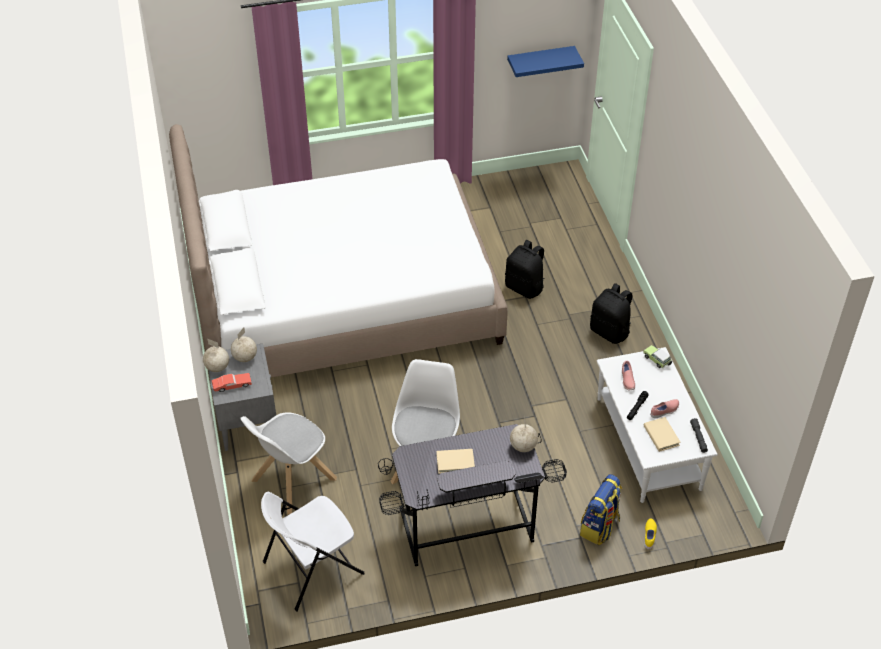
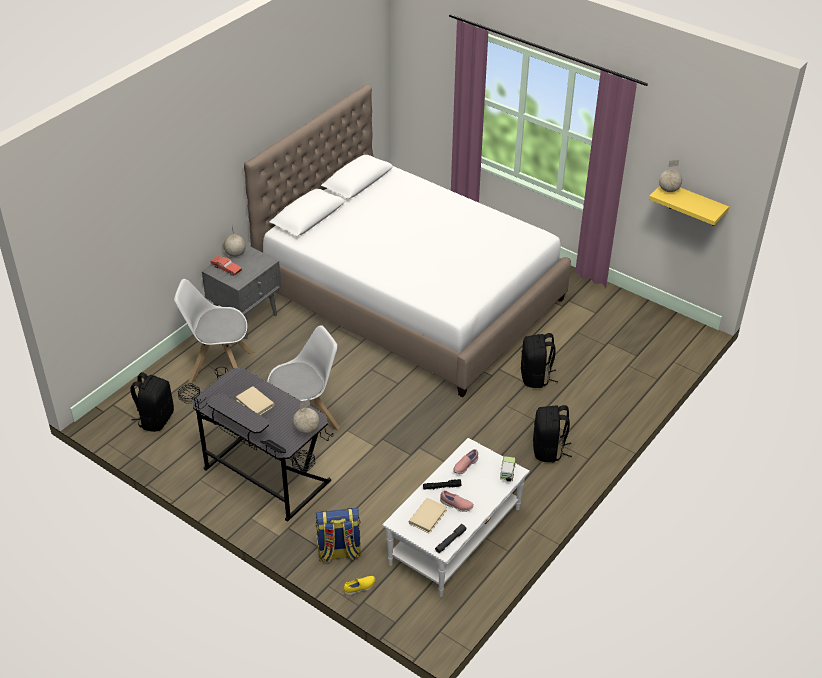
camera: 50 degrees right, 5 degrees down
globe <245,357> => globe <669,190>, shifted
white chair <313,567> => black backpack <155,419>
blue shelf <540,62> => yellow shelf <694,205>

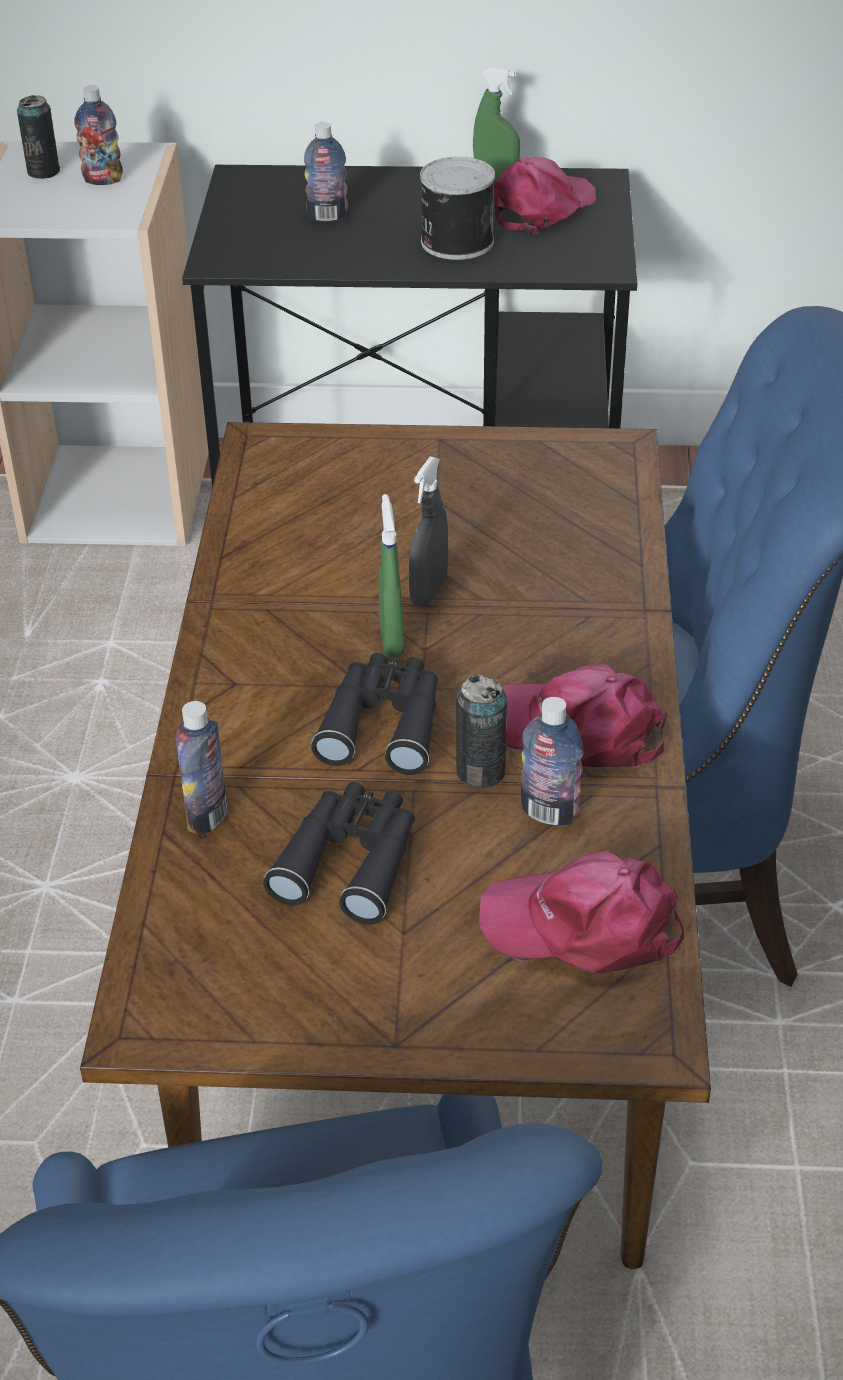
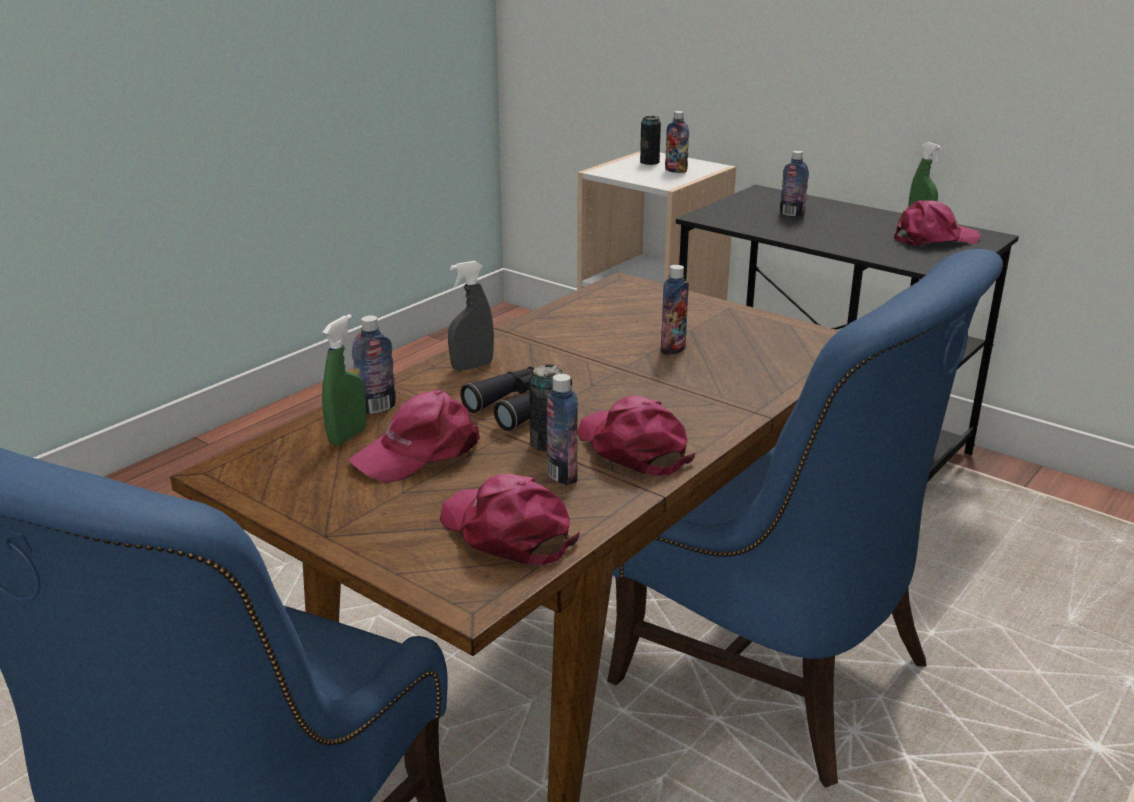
camera: 35 degrees right, 15 degrees down
black binoculars <350,861> => pink cap <420,452>
green spray bottle <391,640> => green spray bottle <347,436>, shifted
grey spray bottle <429,592> => grey spray bottle <472,366>, shifted
can <455,241> => nothing
nothing => bottle <673,349>

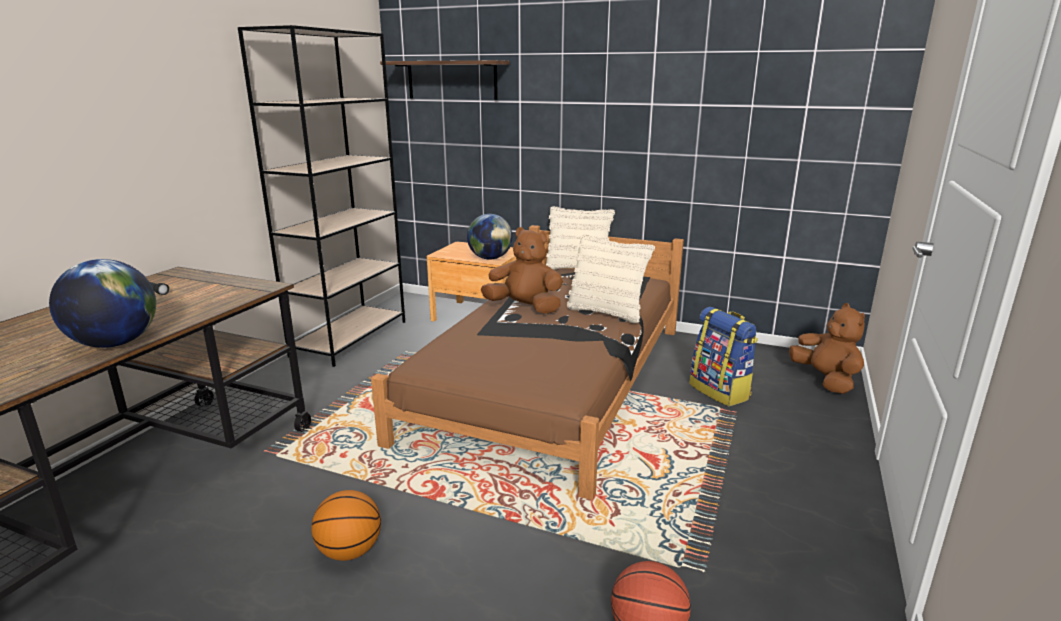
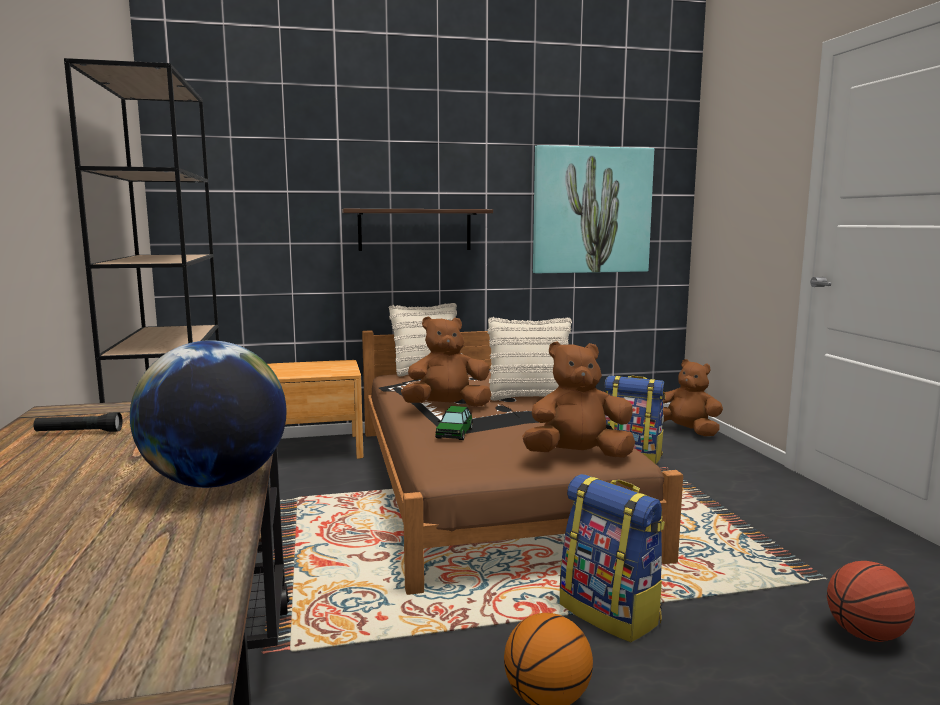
camera: 35 degrees left, 10 degrees down
shelf <452,80> => shelf <415,230>, shifted
globe <490,258> => nothing
nothing => toy car <454,433>
nothing => brown plush toy <577,456>
nothing => picture <591,210>
nothing => backpack <611,613>

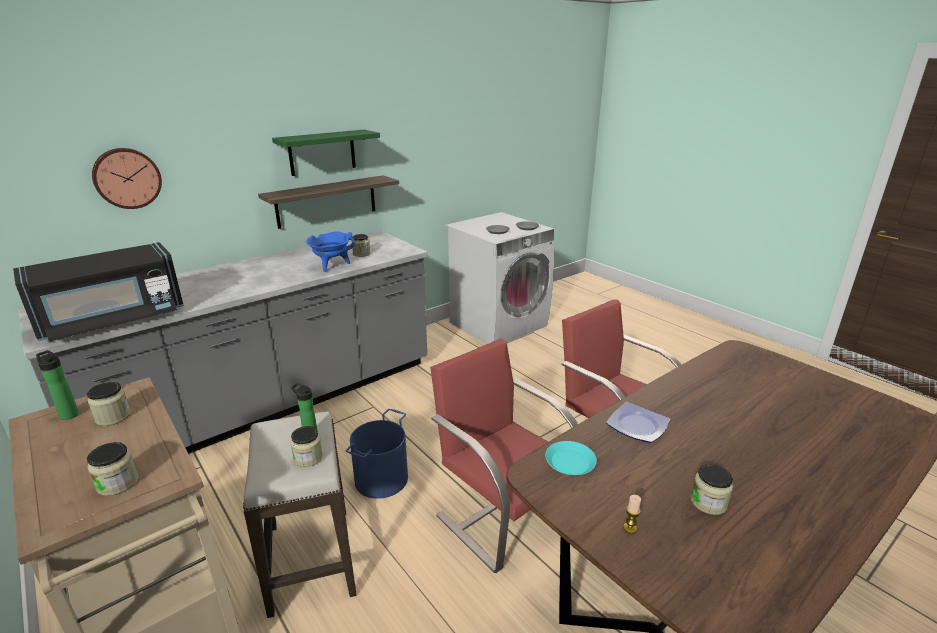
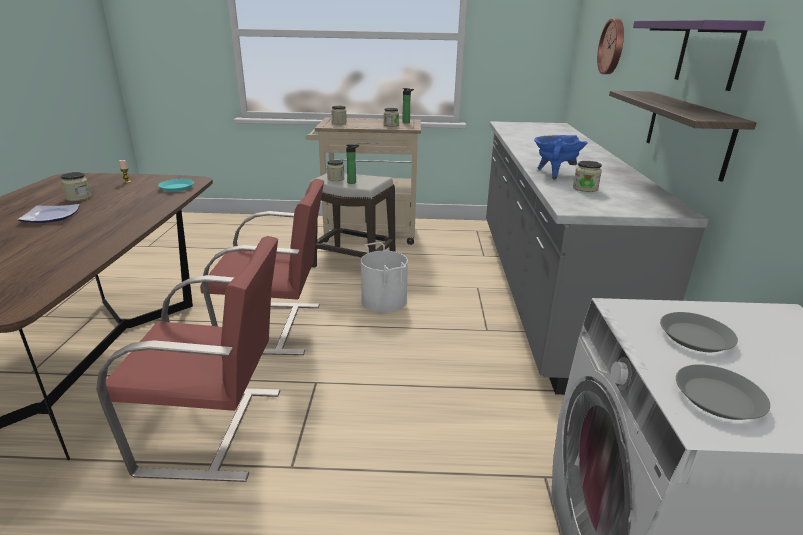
camera: 130 degrees right, 0 degrees up
black microwave <113,320> => nothing
green shelf <322,152> => purple shelf <708,53>
blue bucket <382,479> => white bucket <383,301>
plate <638,426> => plate <51,216>, shifted

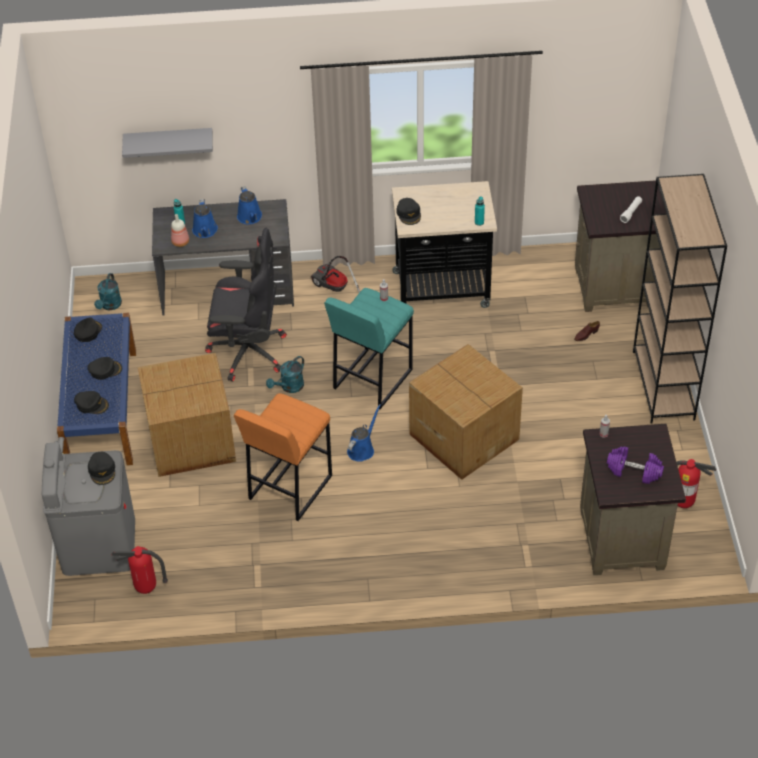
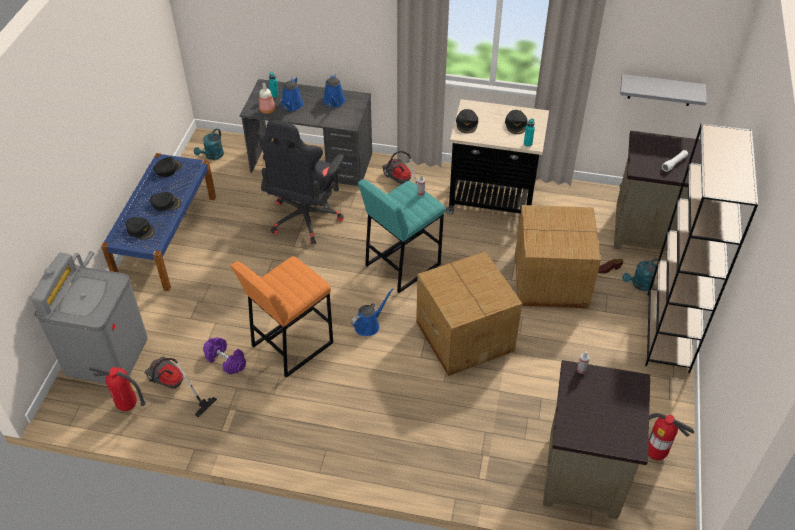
camera: 15 degrees right, 0 degrees up
black cap <102,470> => black cap <516,124>, shifted
grey shelf <169,142> => grey shelf <660,90>, shifted
cardboard box <192,440> => cardboard box <552,281>, shifted
black office chair <247,352> => black office chair <305,218>, 90 degrees clockwise
turquoise watering can <289,387> => turquoise watering can <639,285>, shifted
purple dumbbell <634,471> => purple dumbbell <226,361>, shifted
nothing => vacuum cleaner <173,387>

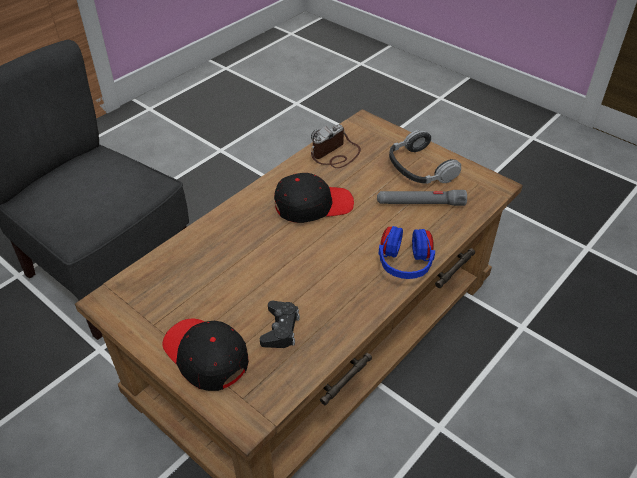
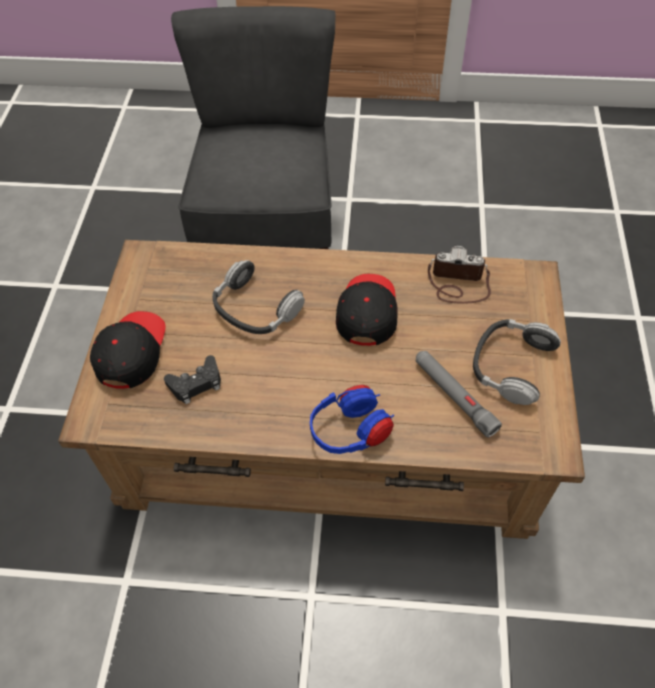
camera: 55 degrees right, 10 degrees up
black cap <313,205> => black cap <367,312>, 120 degrees counterclockwise
nothing => headphones <255,308>

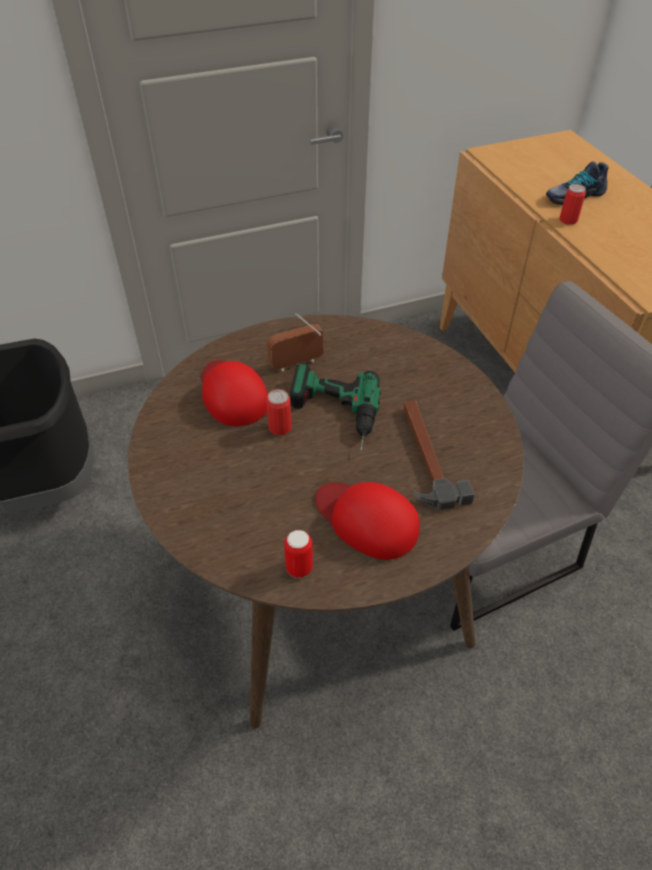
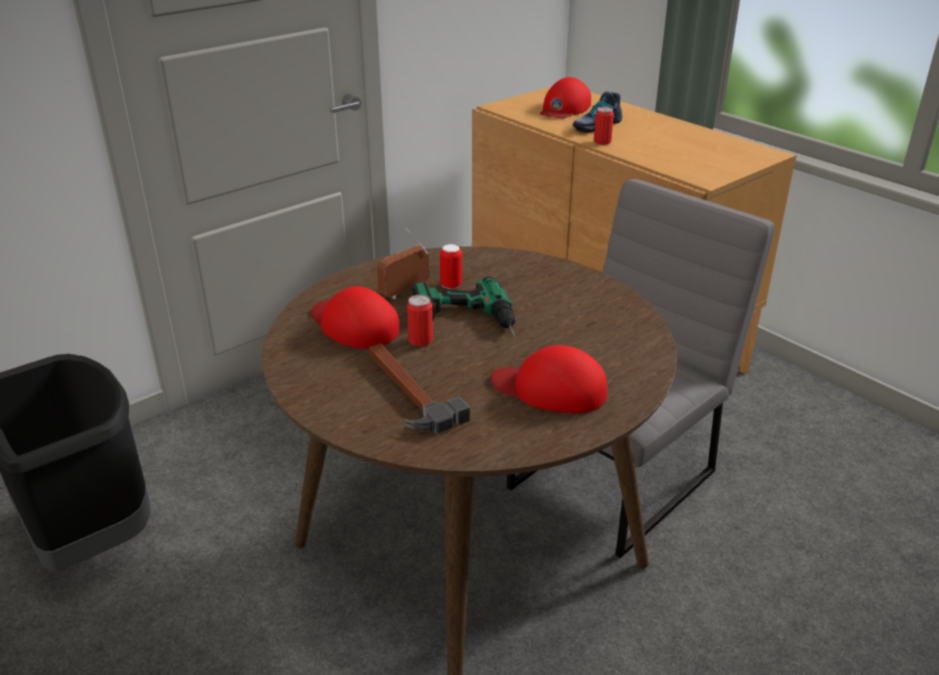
camera: 20 degrees left, 15 degrees down
can <299,568> => can <451,285>, shifted
hammer <426,456> => hammer <407,391>, shifted
nothing => red cap <564,108>

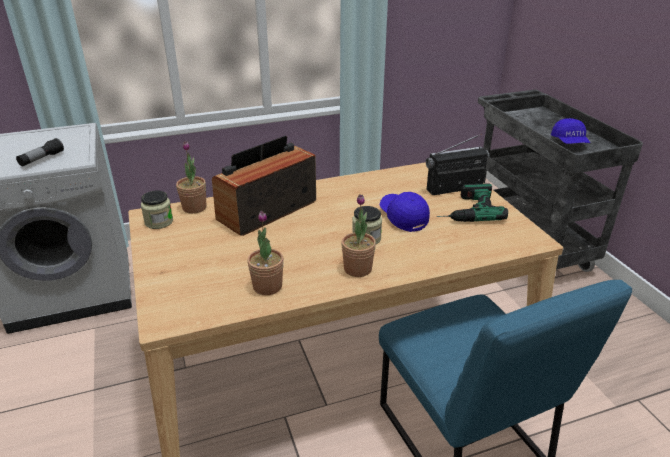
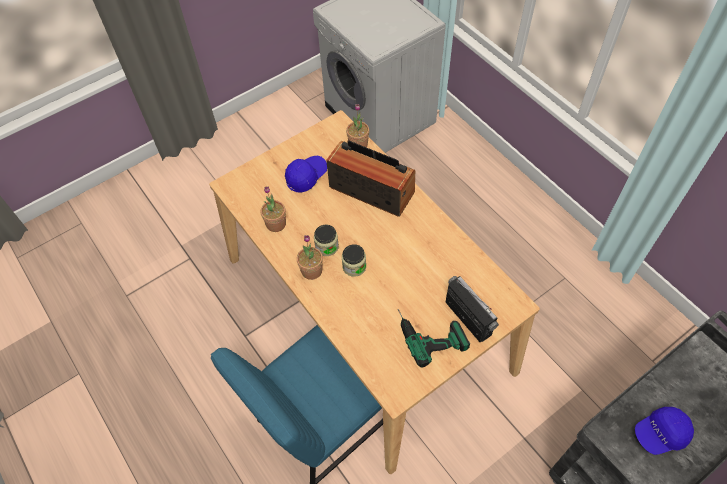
camera: 75 degrees right, 25 degrees up
flashlight <42,159> => nothing
jar <159,222> => jar <327,246>, shifted
blue cap <403,217> => blue cap <306,177>, shifted

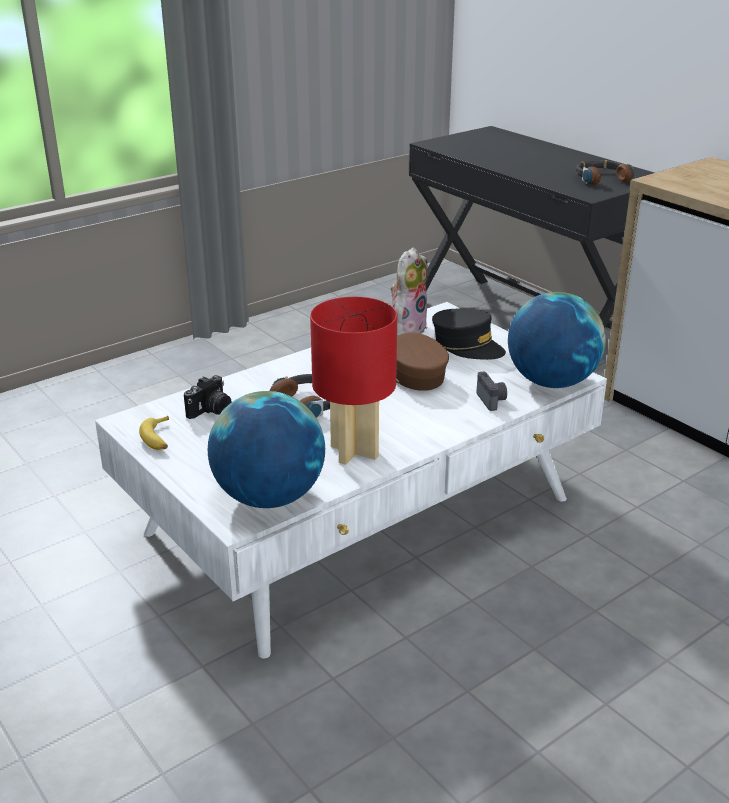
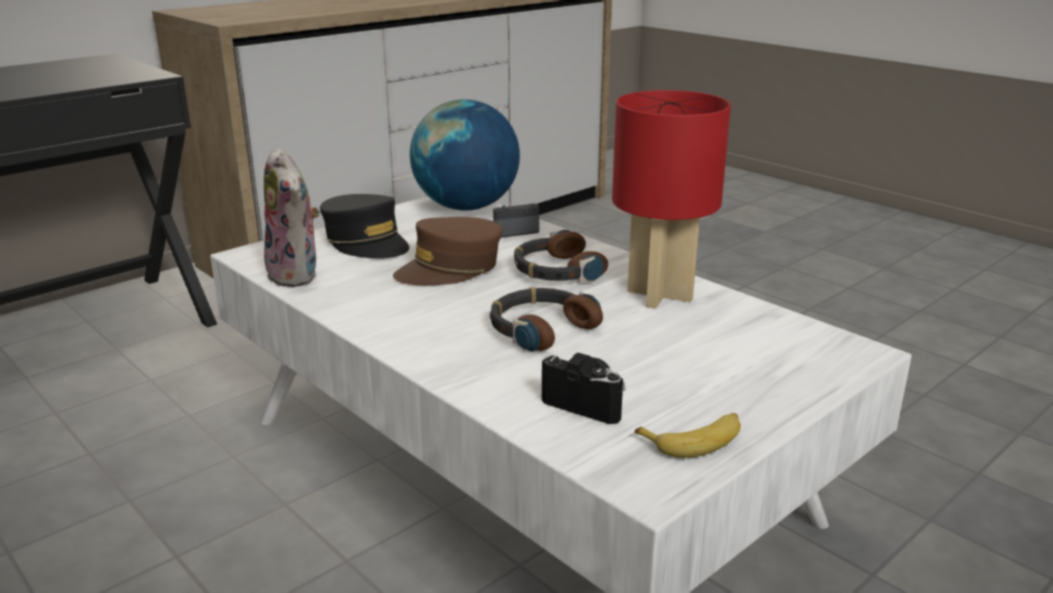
camera: 95 degrees left, 5 degrees down
globe <269,497> => nothing
plush toy <407,327> => plush toy <298,275>, 150 degrees counterclockwise
black cap <467,346> => black cap <366,242>, 105 degrees clockwise
headphones <601,178> => headphones <556,271>, shifted

